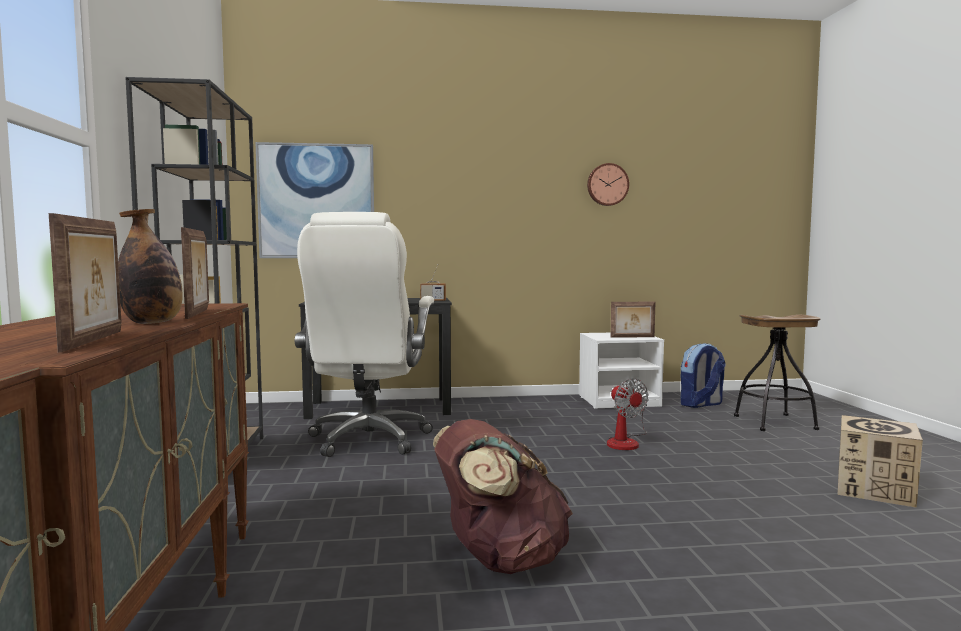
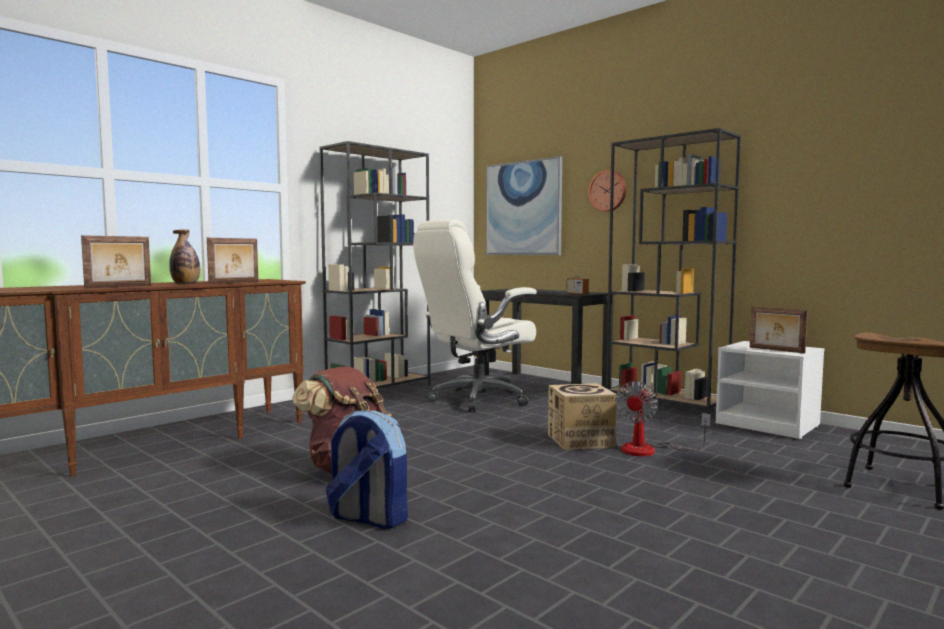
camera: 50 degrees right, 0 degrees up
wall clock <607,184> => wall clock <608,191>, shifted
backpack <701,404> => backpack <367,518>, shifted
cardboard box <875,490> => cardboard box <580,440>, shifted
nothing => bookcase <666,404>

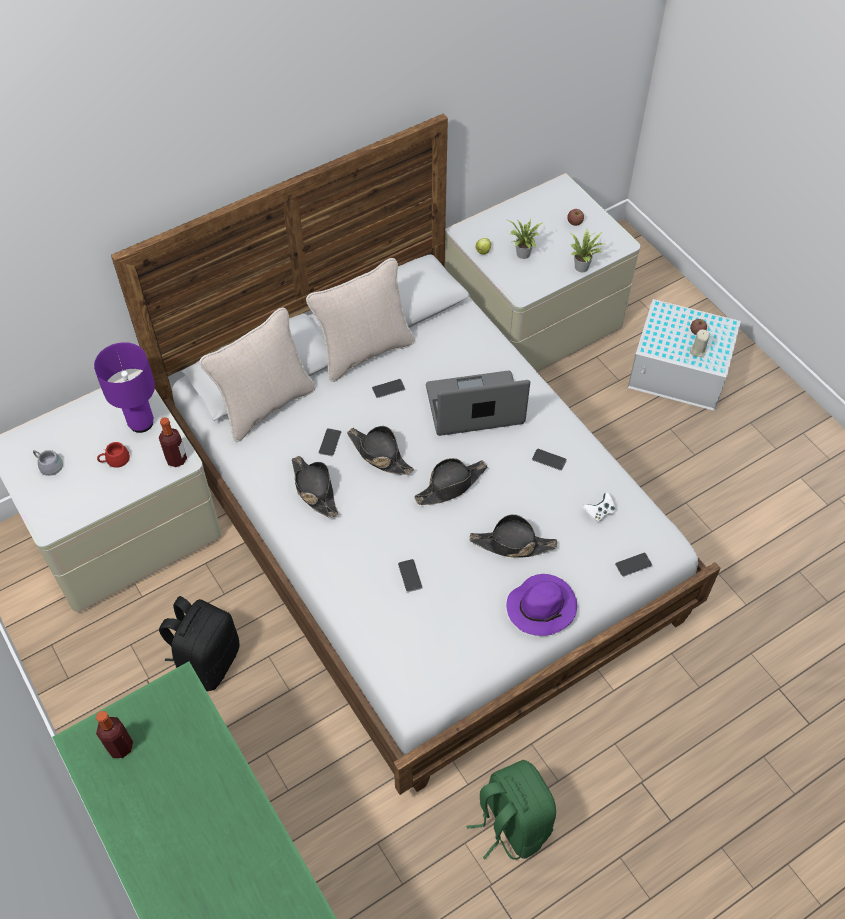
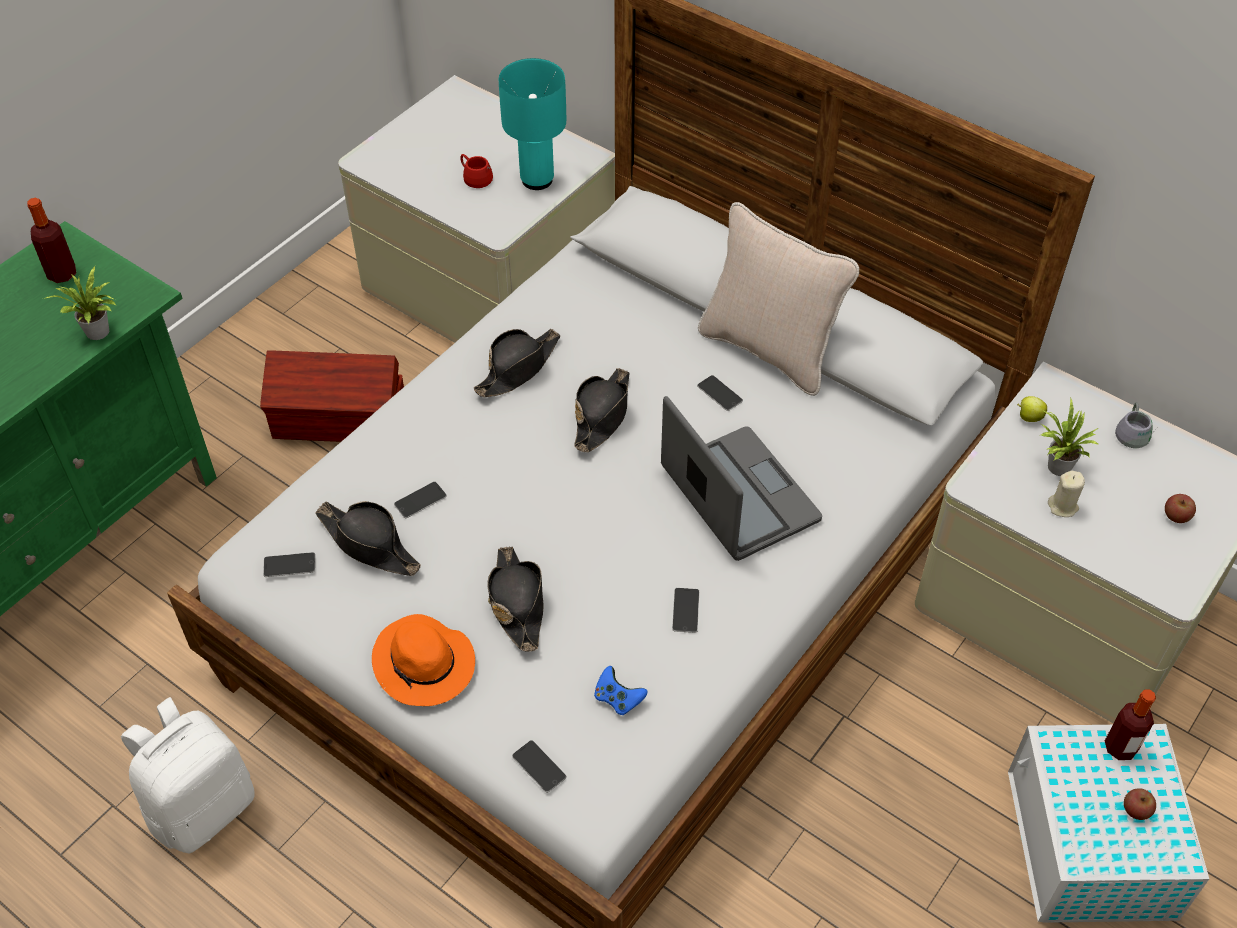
camera: 70 degrees right, 5 degrees down
grey mug <50,463> => grey mug <1135,433>, shifted
purple table lamp <142,422> => turquoise table lamp <538,180>
bottle <176,459> => bottle <1120,747>, shifted
black backpack <207,661> => brown storage box <340,421>
beige pillow <265,406> => nothing
phone <330,442> => phone <289,565>, shifted
black hat <451,485> => black hat <369,544>, shifted
green backpack <511,823> => white backpack <202,807>
purple hat <542,606> => orange hat <425,665>
potted plant <583,267> => potted plant <99,333>, shifted
white game controller <599,512> => blue game controller <618,698>
beige candle <697,350> => beige candle <1063,506>, shifted

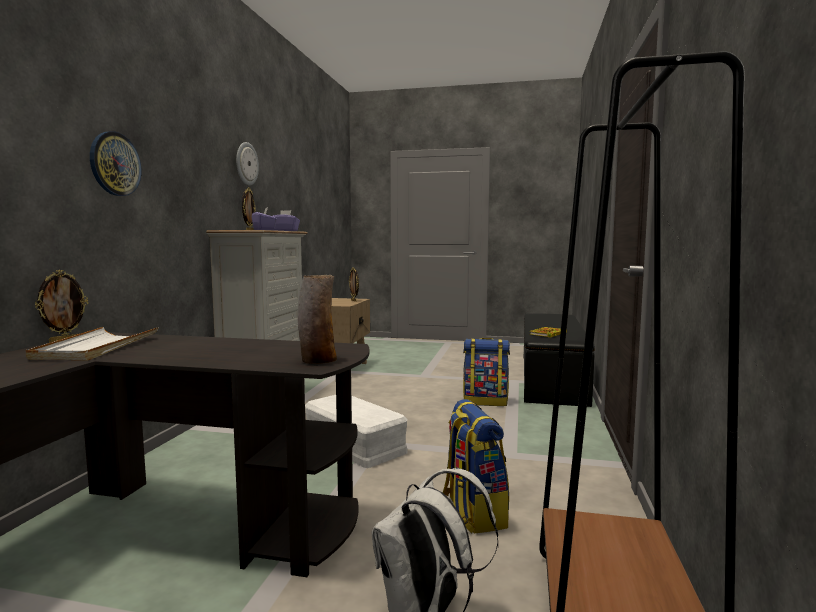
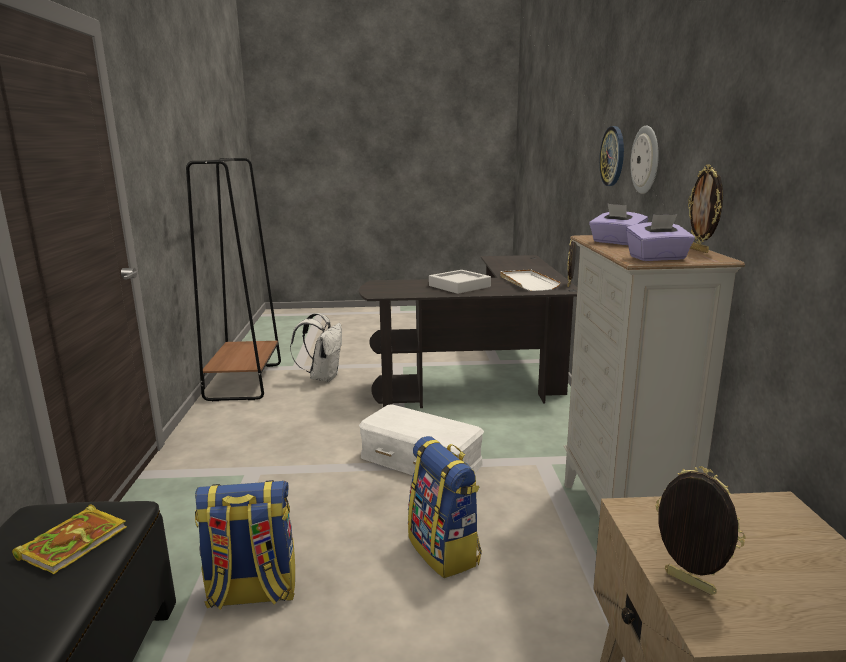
camera: 165 degrees right, 10 degrees up
wall clock <246,164> => wall clock <646,160>, shifted
vase <318,360> => nothing
backpack <473,512> => backpack <445,550>, shifted
nothing => grey tray <459,286>

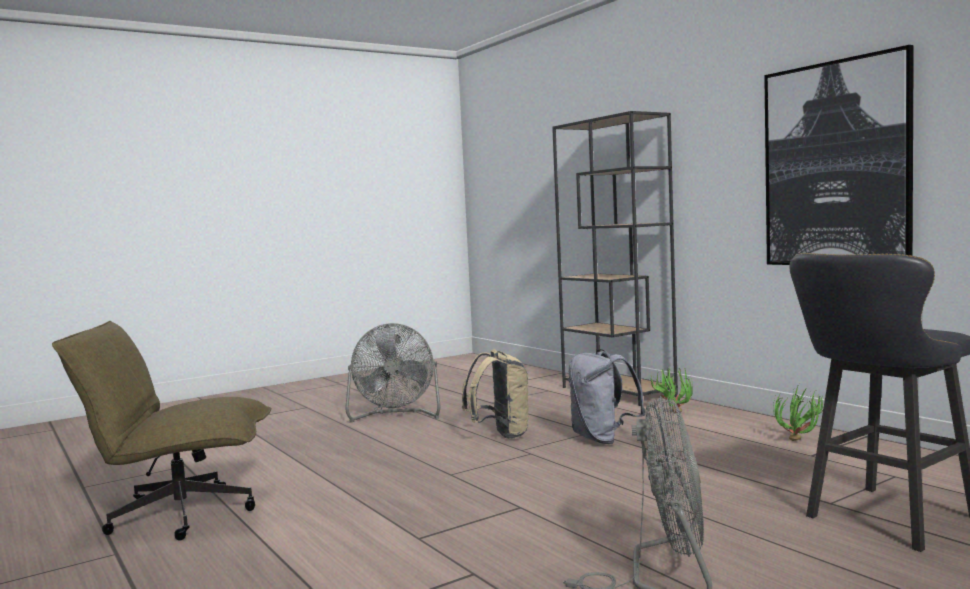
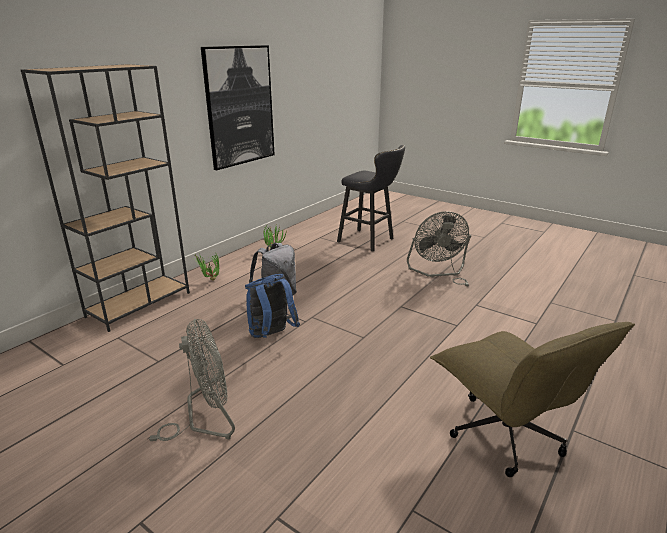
camera: 110 degrees left, 20 degrees up
beige backpack <500,435> => blue backpack <271,335>

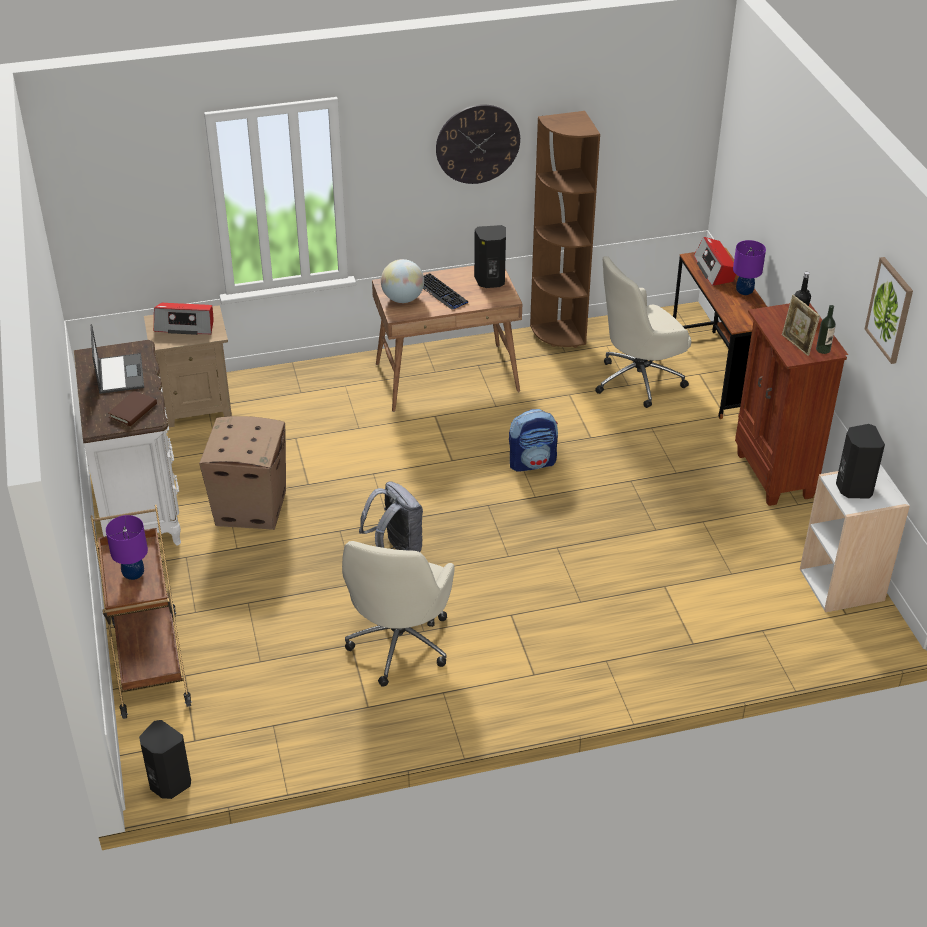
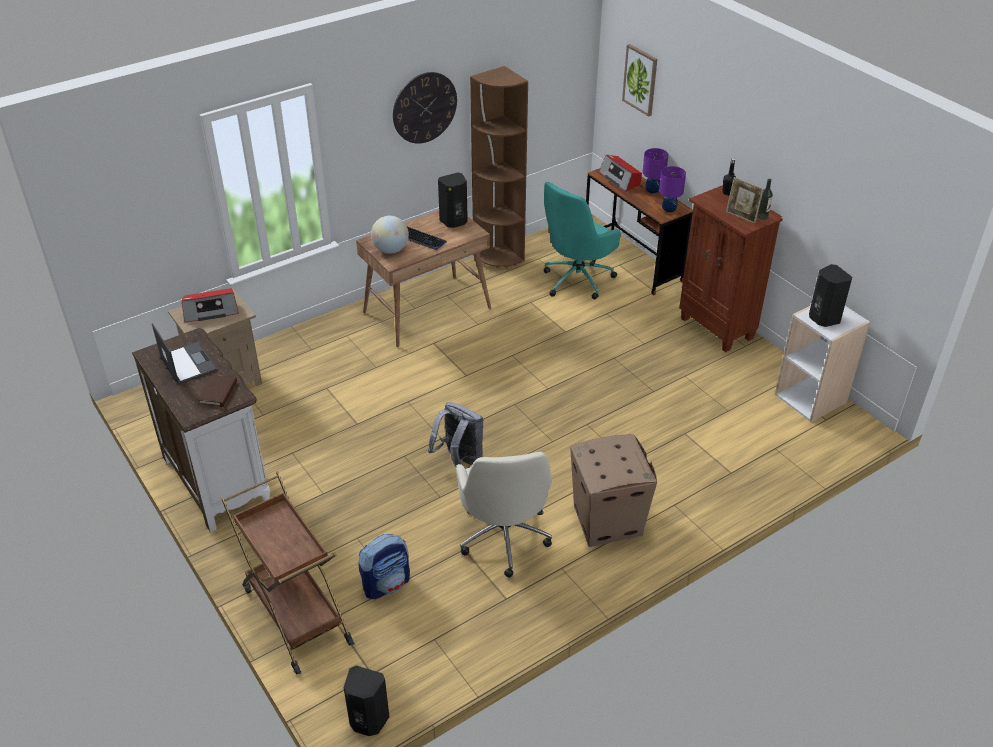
camera: 20 degrees left, 0 degrees up
purple table lamp <132,574> => purple table lamp <668,210>, shifted
cardboard box <251,507> => cardboard box <607,520>, shifted
backpack <532,462> => backpack <386,584>, shifted
beige office chair <638,381> => turquoise office chair <577,280>
picture <890,310> => picture <640,79>, shifted

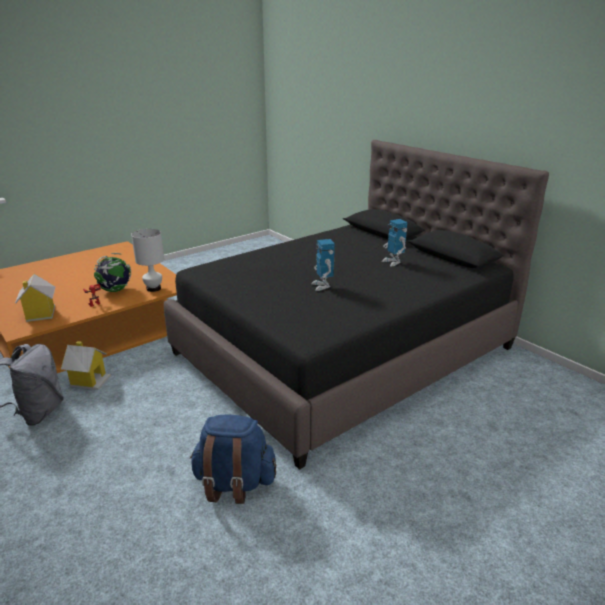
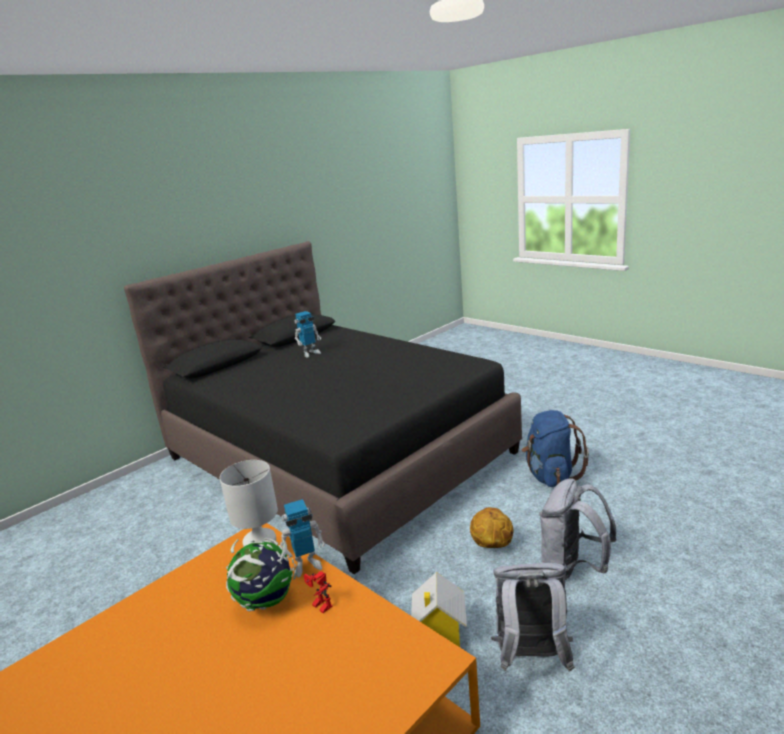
camera: 95 degrees left, 5 degrees down
toy house <40,314> => nothing
toy robot <322,286> => toy robot <306,565>, shifted
nothing => basketball <491,545>
nothing => grey backpack <573,568>

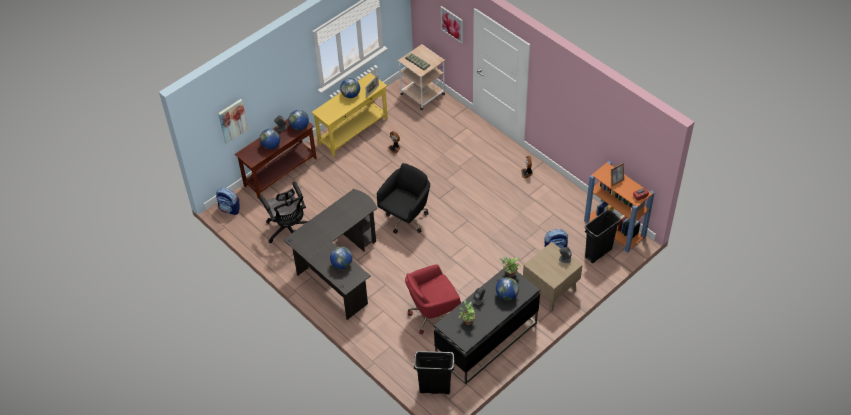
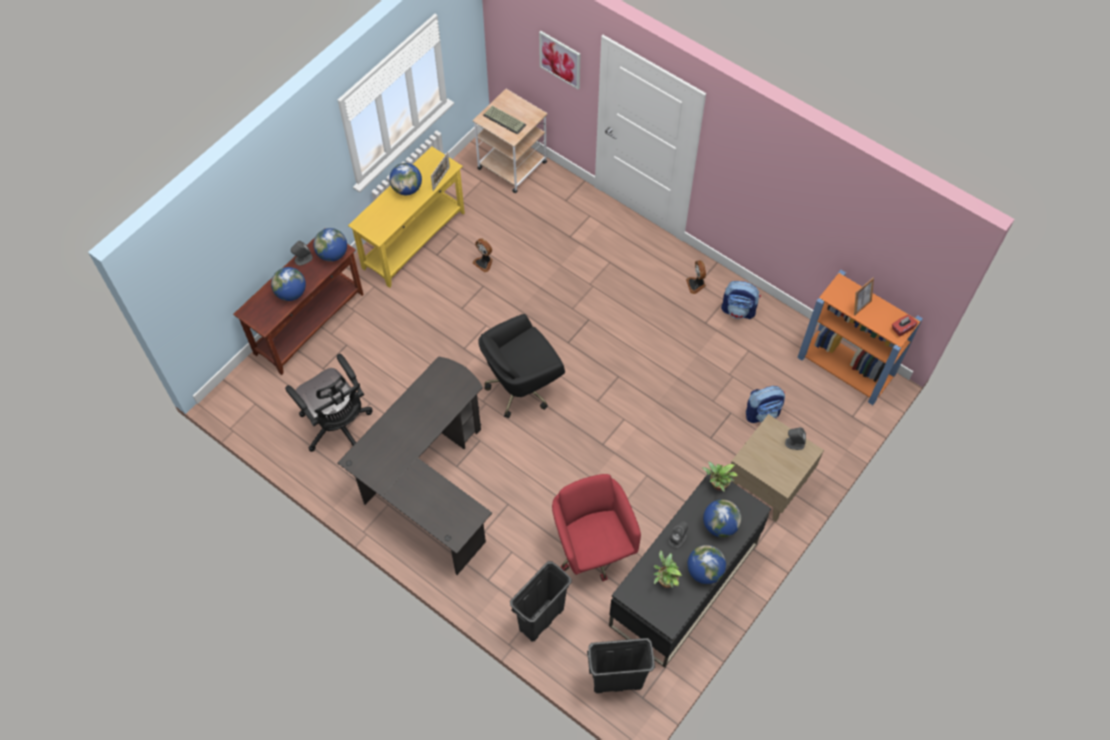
camera: 10 degrees left, 10 degrees up
backpack <229,209> => backpack <738,310>, shifted
picture <232,121> => nothing
globe <342,264> => globe <704,571>, shifted
black office chair <406,221> => black office chair <522,387>, 150 degrees counterclockwise
red office chair <433,316> => red office chair <593,551>, 105 degrees clockwise
black trash can <598,253> => black trash can <541,619>, shifted

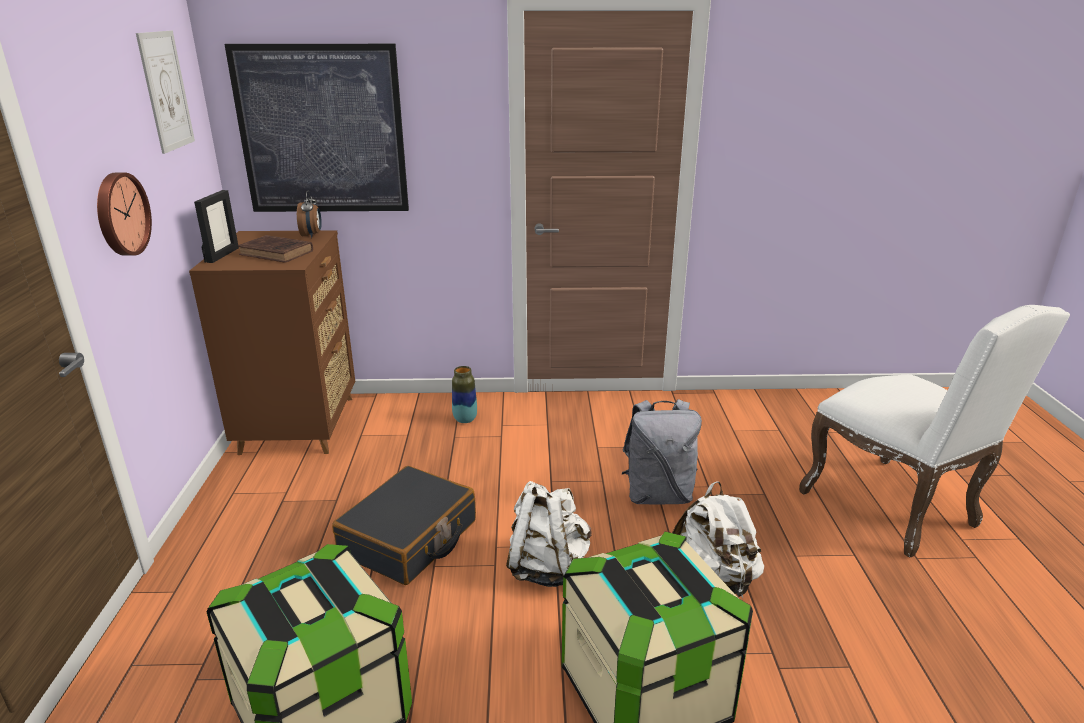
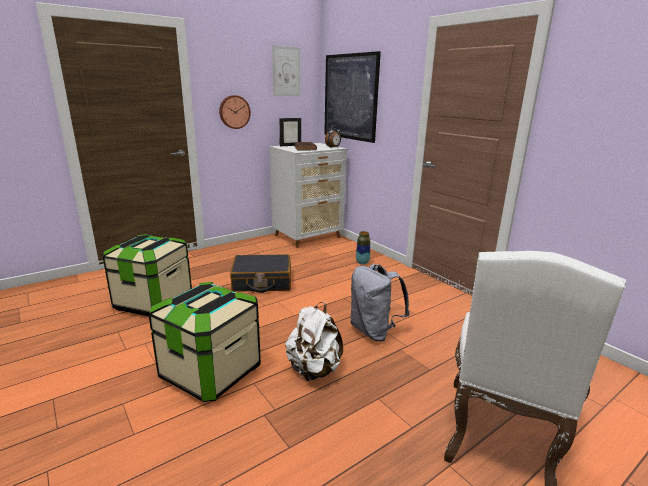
camera: 55 degrees right, 5 degrees down
brown dresser <299,424> => white dresser <308,236>
white backpack <548,568> => nothing

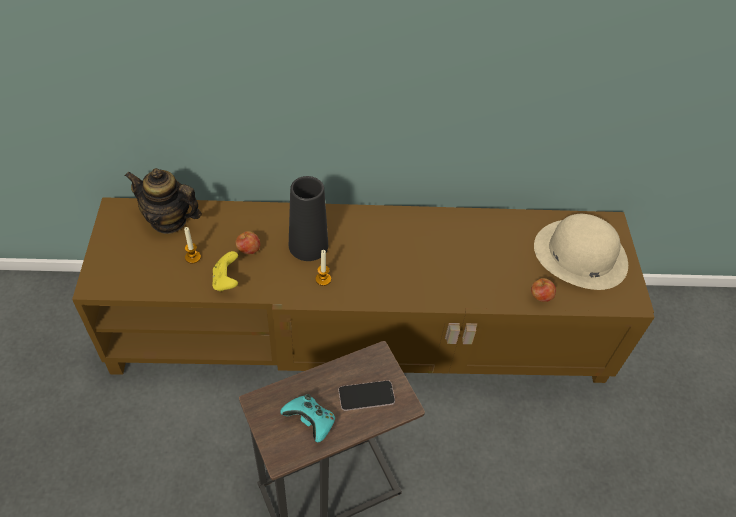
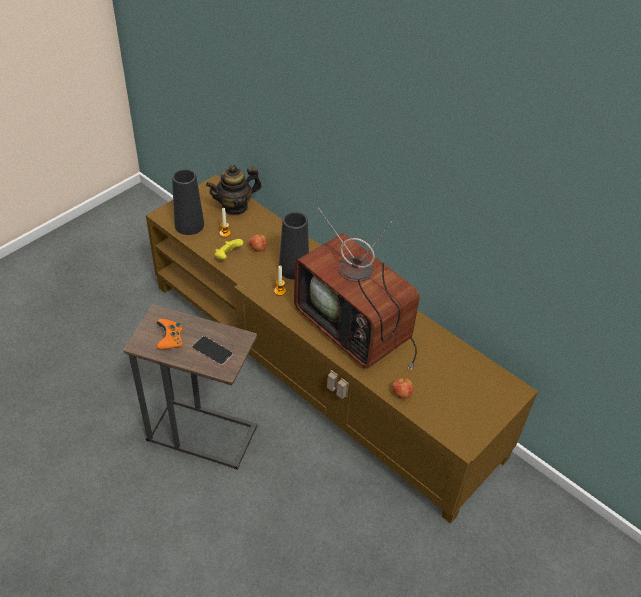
camera: 45 degrees right, 5 degrees down
teapot <169,220> => teapot <235,207>, 90 degrees counterclockwise
turquoise game controller <310,422> => orange game controller <170,341>
beige hat <580,254> => nothing
nothing => black vase <189,225>
nothing => television <357,328>

